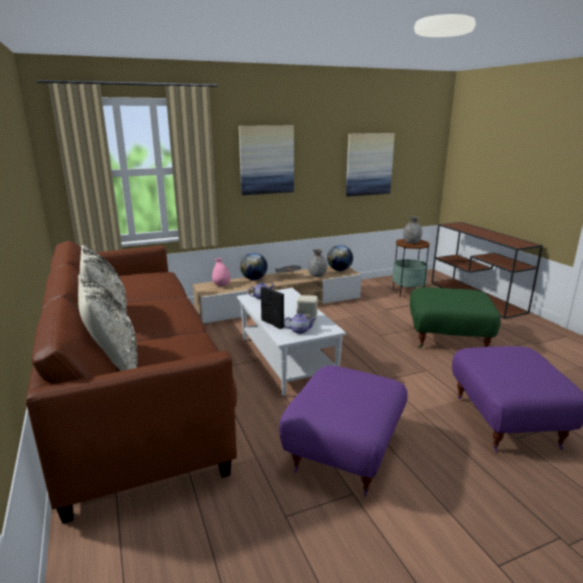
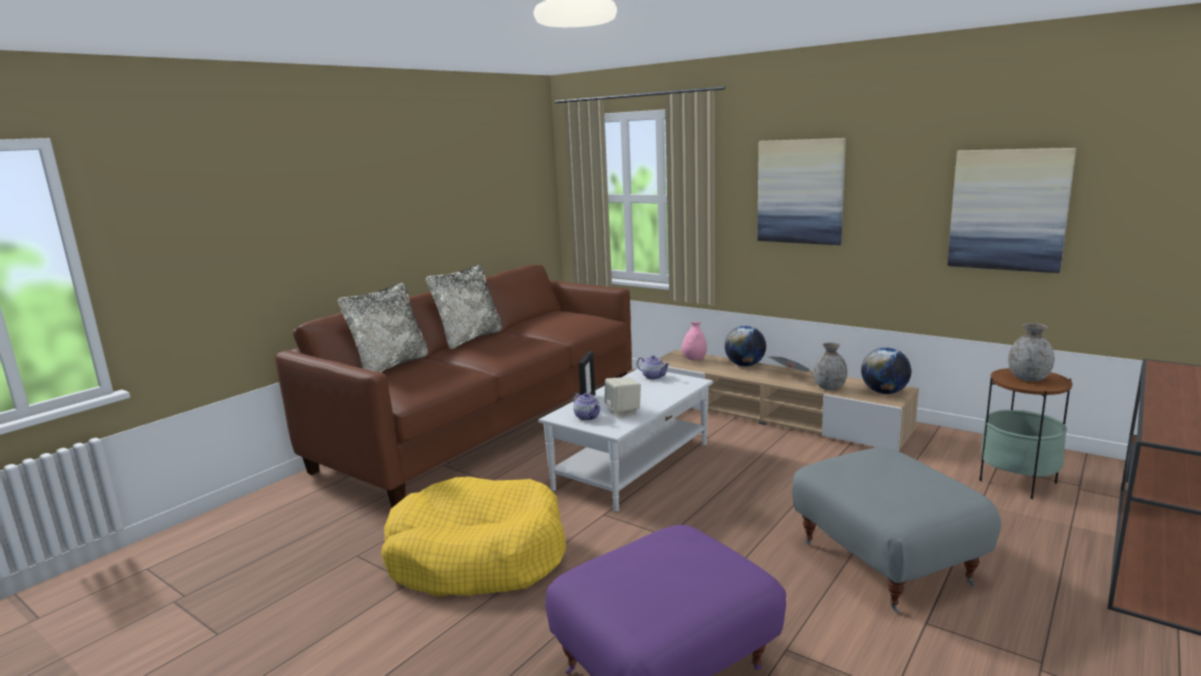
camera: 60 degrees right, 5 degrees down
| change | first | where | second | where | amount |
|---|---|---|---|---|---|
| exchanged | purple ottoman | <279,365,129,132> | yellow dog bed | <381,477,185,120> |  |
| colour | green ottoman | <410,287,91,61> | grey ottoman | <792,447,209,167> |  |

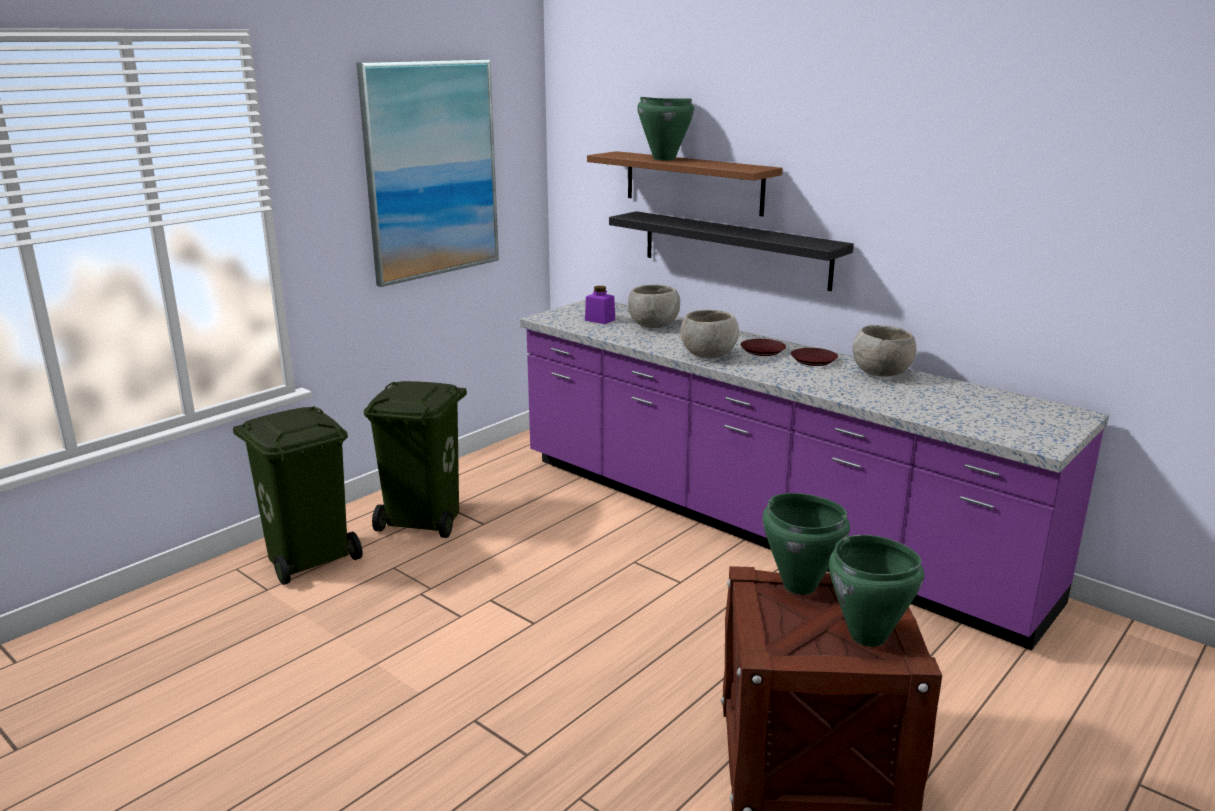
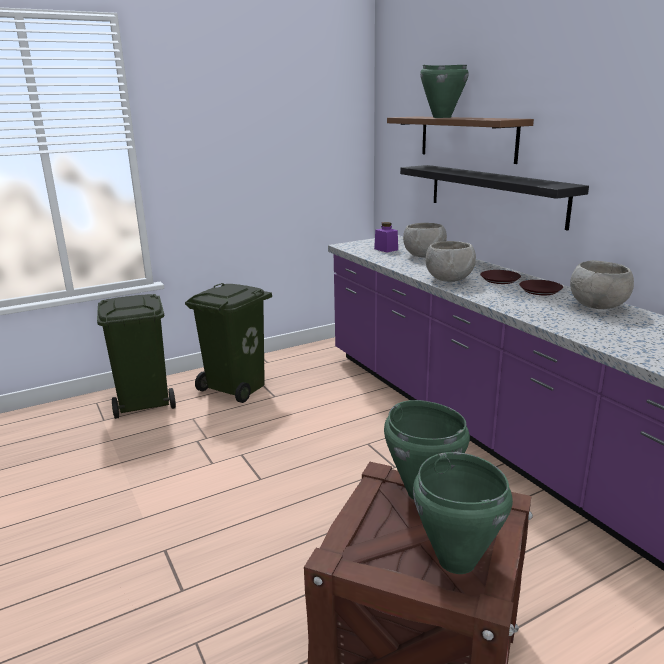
camera: 20 degrees right, 0 degrees up
| change | first | where | second | where | amount |
|---|---|---|---|---|---|
| missing | picture | <356,59,143,228> |  |  |  |

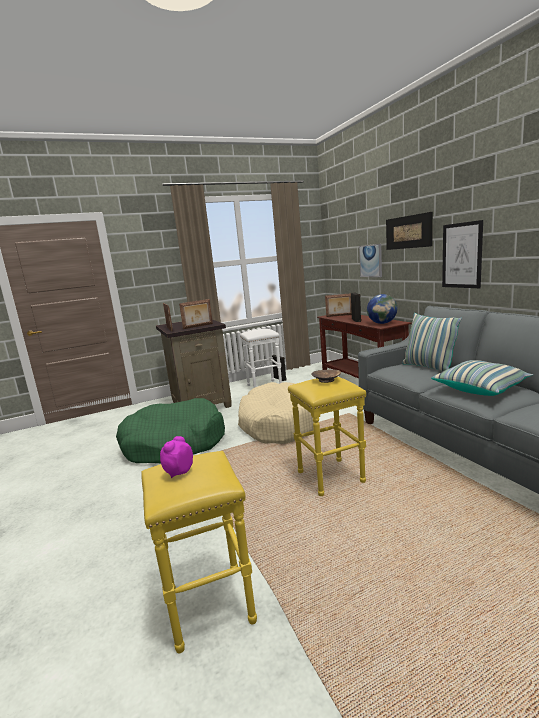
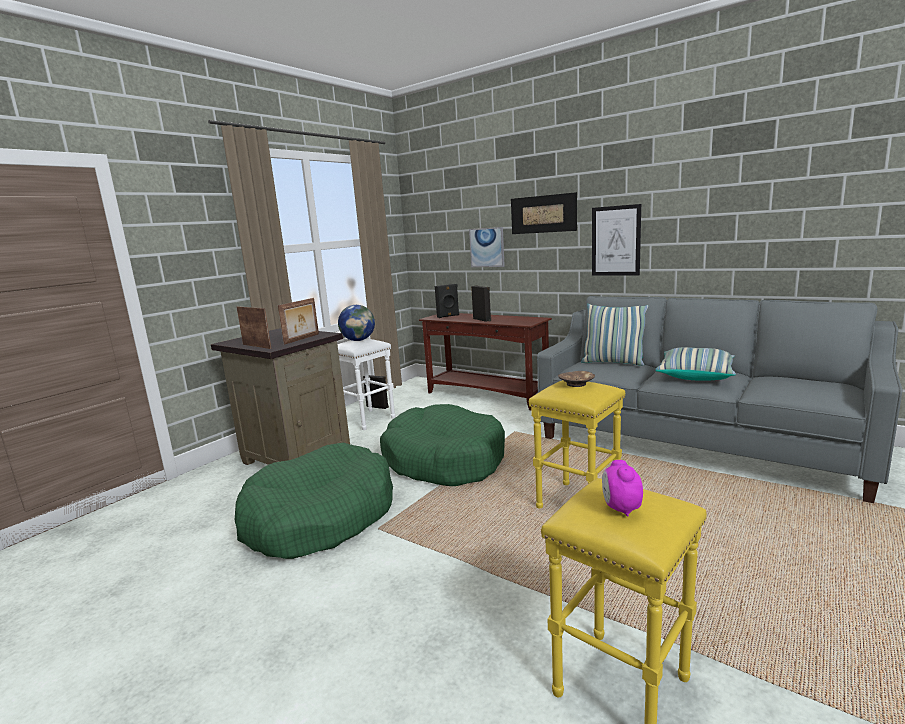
camera: 30 degrees left, 0 degrees up
| change | first | where | second | where | amount |
|---|---|---|---|---|---|
| relocated | globe | <367,294,30,30> |  | <338,305,37,36> |  |
| colour | beige dog bed | <238,382,76,62> | green dog bed | <380,404,125,82> |  |
| exchanged | picture frame | <325,293,27,24> | black speaker | <435,284,24,34> |  |

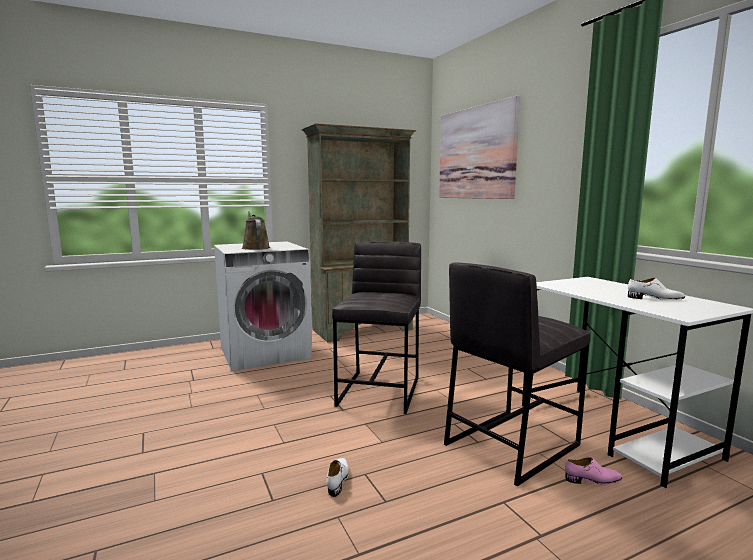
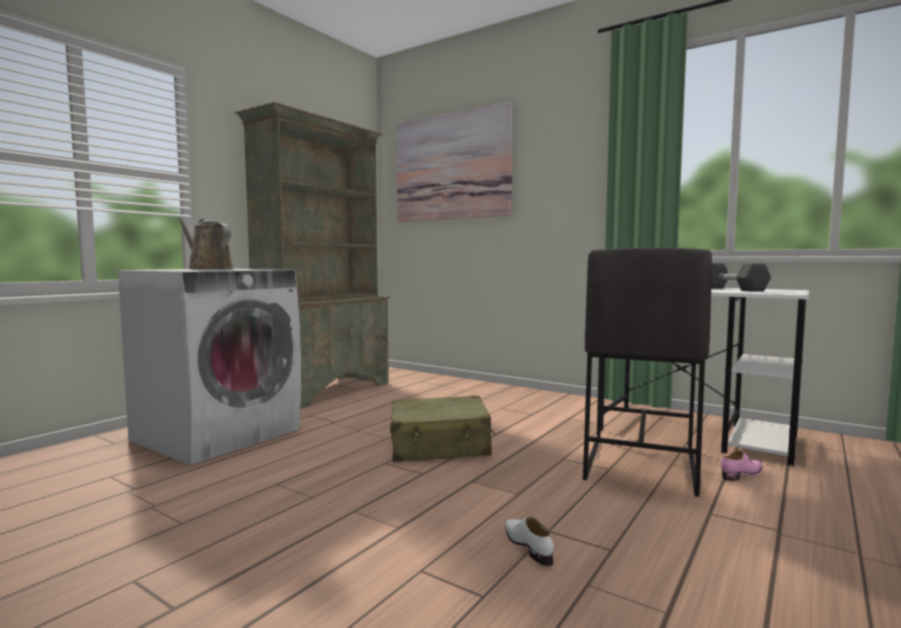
camera: 30 degrees left, 5 degrees down
| change | first | where | second | where | amount |
|---|---|---|---|---|---|
| exchanged | grey stool | <332,241,89,173> | beige suitcase | <390,395,105,67> |  |
| exchanged | white shoe | <628,278,57,22> | grey dumbbell | <711,263,60,29> |  |

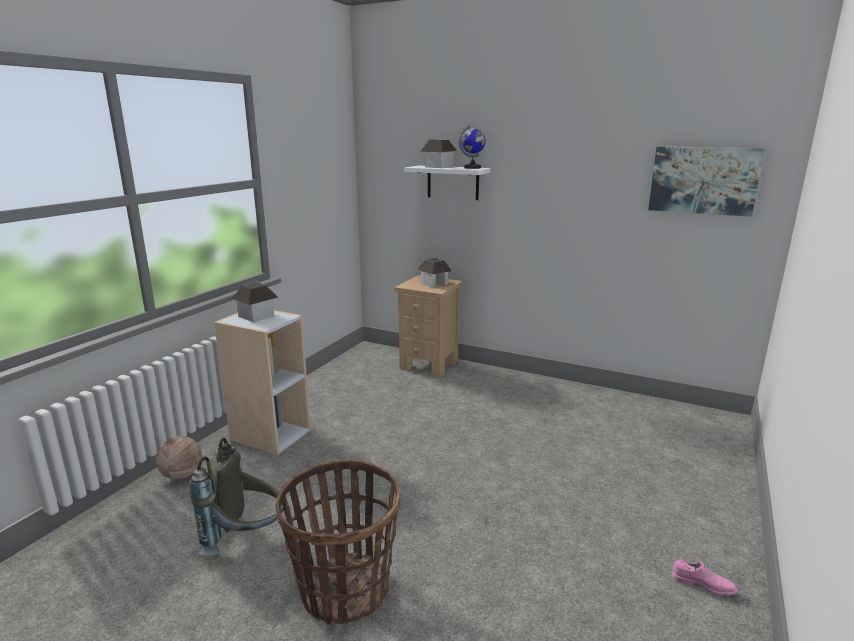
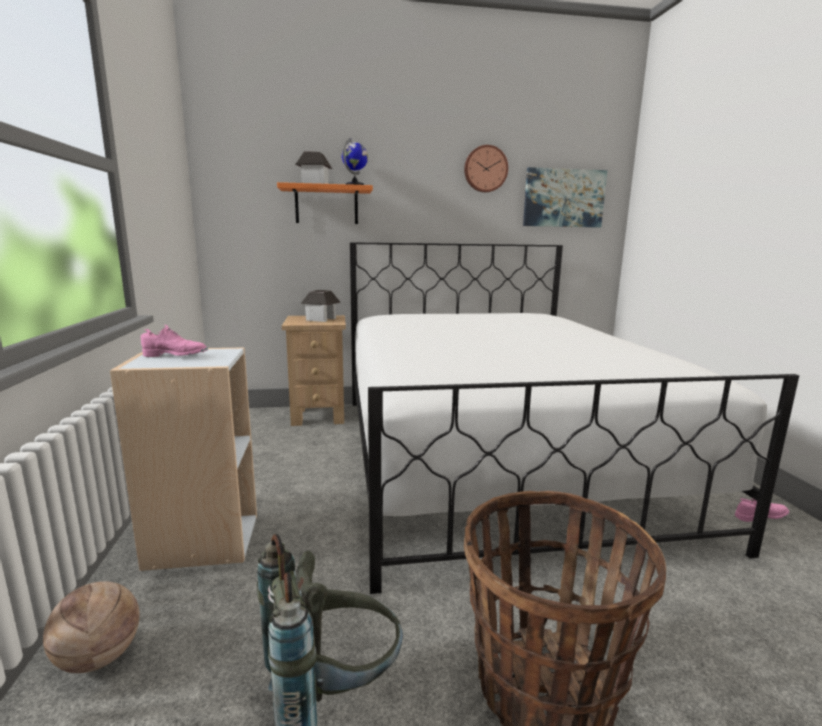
camera: 35 degrees left, 5 degrees down
| change | first | where | second | where | amount |
|---|---|---|---|---|---|
| exchanged | toy house | <232,281,46,41> | pink shoe | <141,325,67,32> |  |
| colour | white shelf | <404,166,87,34> | orange shelf | <277,182,96,42> |  |
| appeared |  |  | white bed | <350,242,449,352> |  |
| appeared |  |  | wall clock | <464,145,44,47> |  |

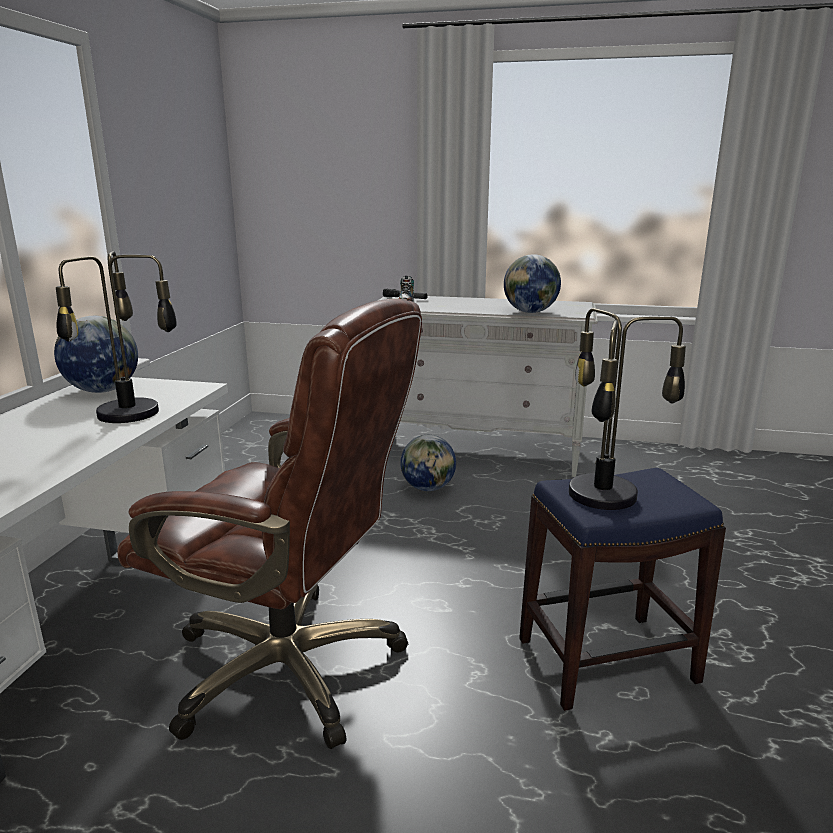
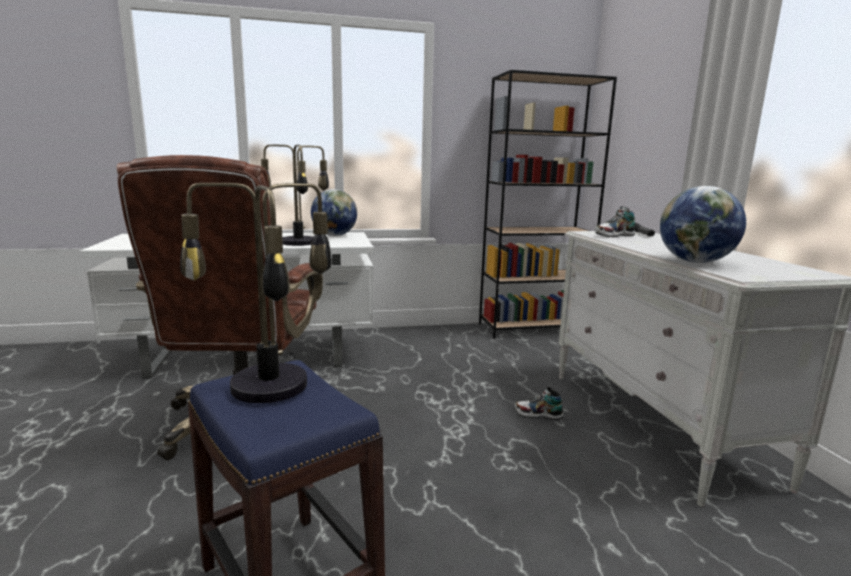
camera: 65 degrees right, 5 degrees down
| change | first | where | second | where | amount |
|---|---|---|---|---|---|
| appeared |  |  | beige bookcase | <479,70,138,269> |  |
| exchanged | globe | <400,435,56,56> | shoe | <515,387,49,33> |  |

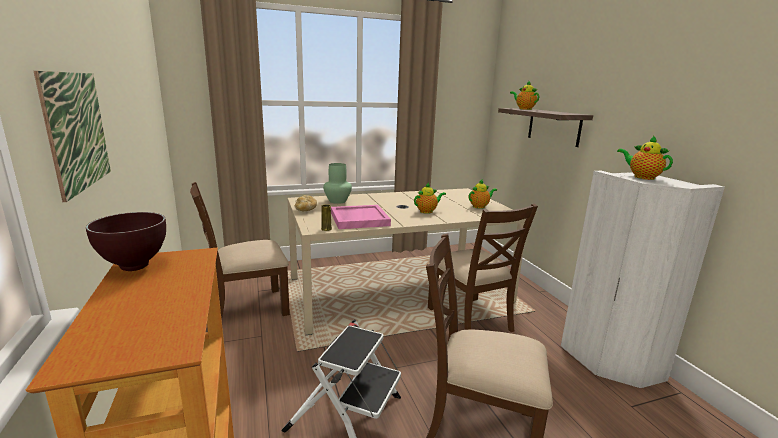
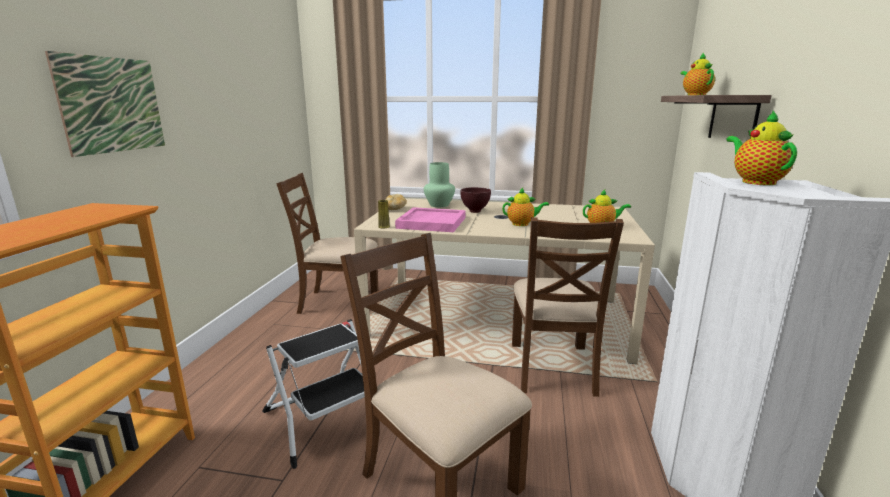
camera: 30 degrees right, 0 degrees up
| change | first | where | second | where | amount |
|---|---|---|---|---|---|
| relocated | brown bowl | <86,212,80,59> |  | <460,187,31,26> |  |

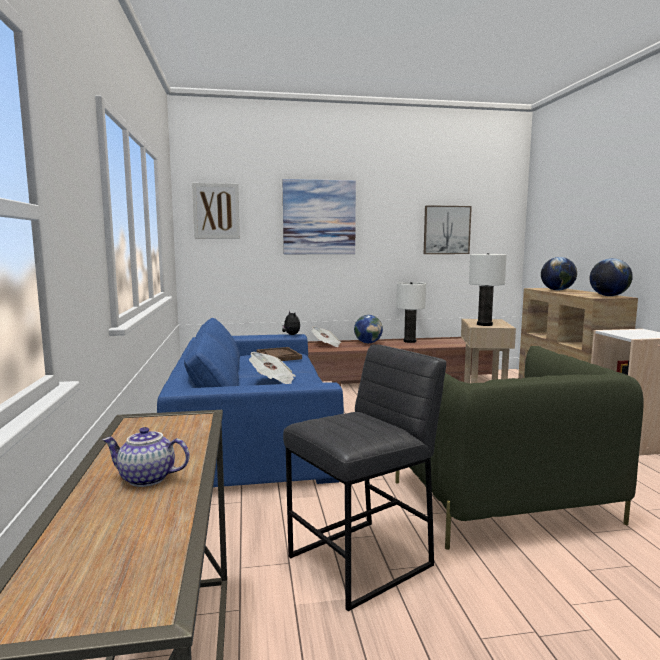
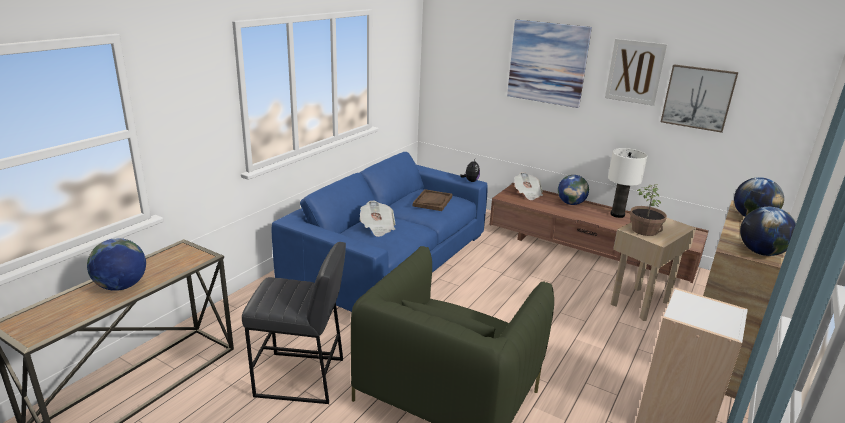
camera: 40 degrees right, 15 degrees up
| change | first | where | second | where | amount |
|---|---|---|---|---|---|
| exchanged | teapot | <103,427,86,60> | globe | <87,238,59,53> |  |
| relocated | picture | <192,183,48,56> |  | <605,39,63,67> |  |
| exchanged | white table lamp | <469,253,38,73> | potted plant | <630,184,37,52> |  |

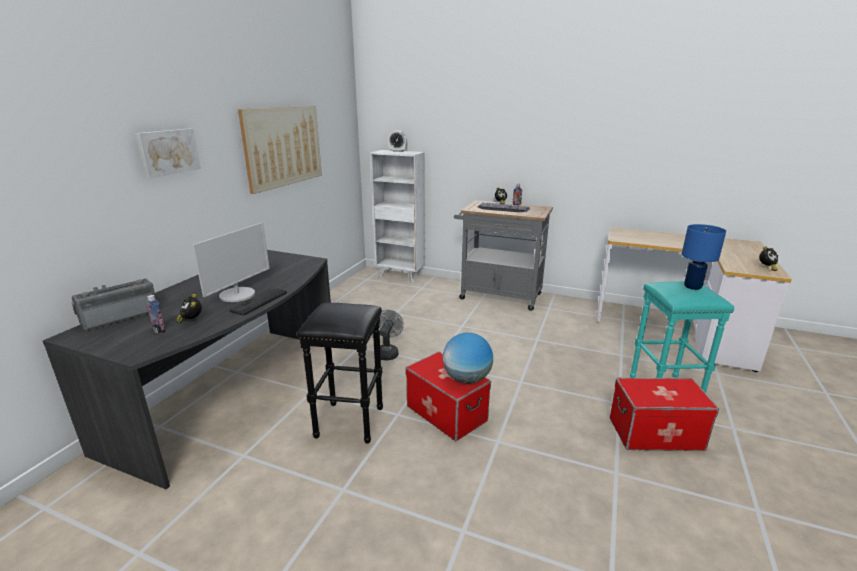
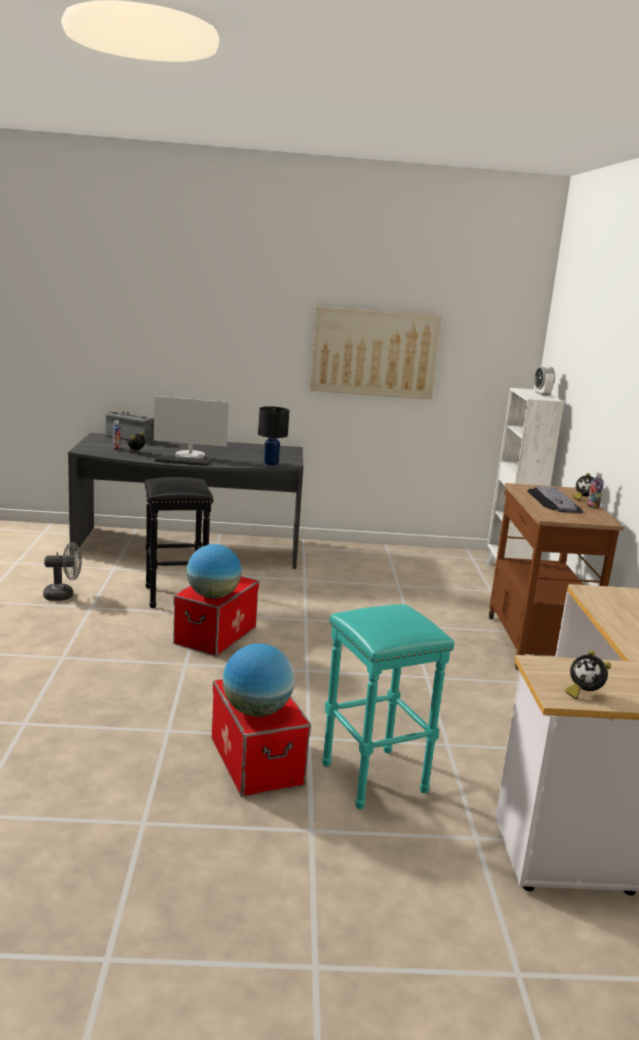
camera: 65 degrees right, 5 degrees down
| change | first | where | second | where | amount |
|---|---|---|---|---|---|
| relocated | grey fan | <379,310,25,50> |  | <43,542,39,59> |  |
| appeared |  |  | globe | <223,643,72,74> |  |
| appeared |  |  | black table lamp | <258,406,31,59> |  |
| colour | grey cart | <454,200,99,111> | brown cart | <489,483,135,187> |  |
| missing | picture | <135,129,66,49> |  |  |  |
| missing | blue table lamp | <682,224,44,66> |  |  |  |

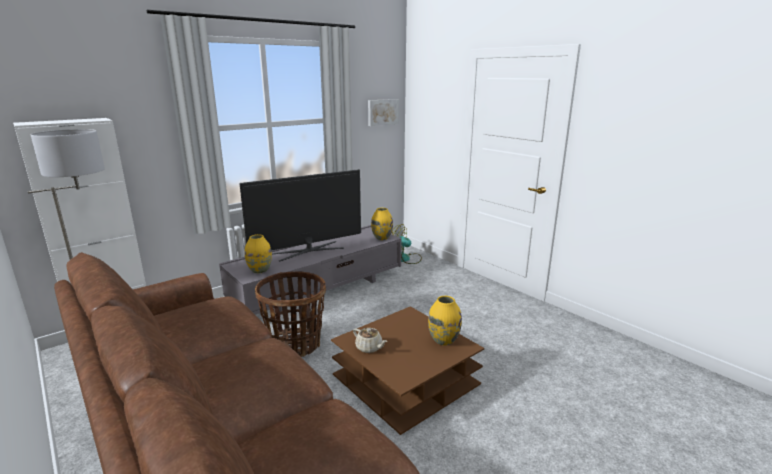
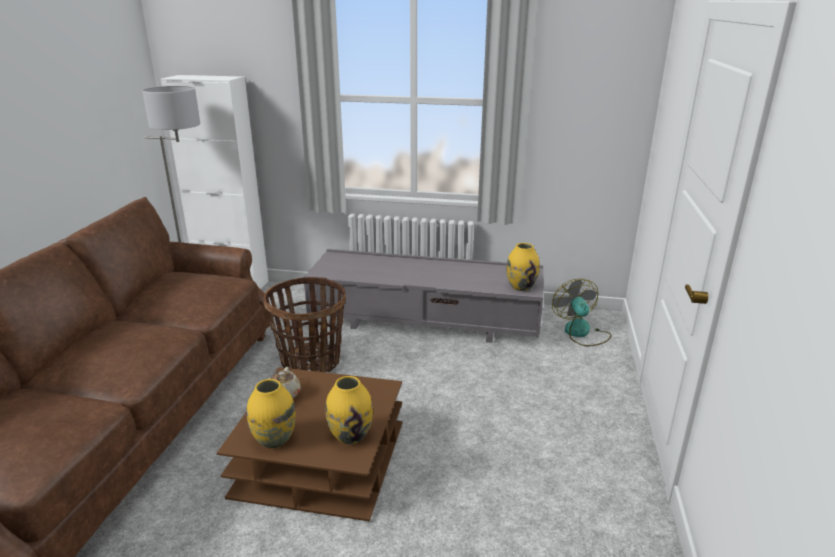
camera: 50 degrees right, 5 degrees up
| change | first | where | second | where | amount |
|---|---|---|---|---|---|
| relocated | yellow vase | <245,234,27,39> |  | <247,379,49,69> |  |
| missing | television | <239,169,122,92> |  |  |  |
| missing | picture | <368,99,31,27> |  |  |  |

